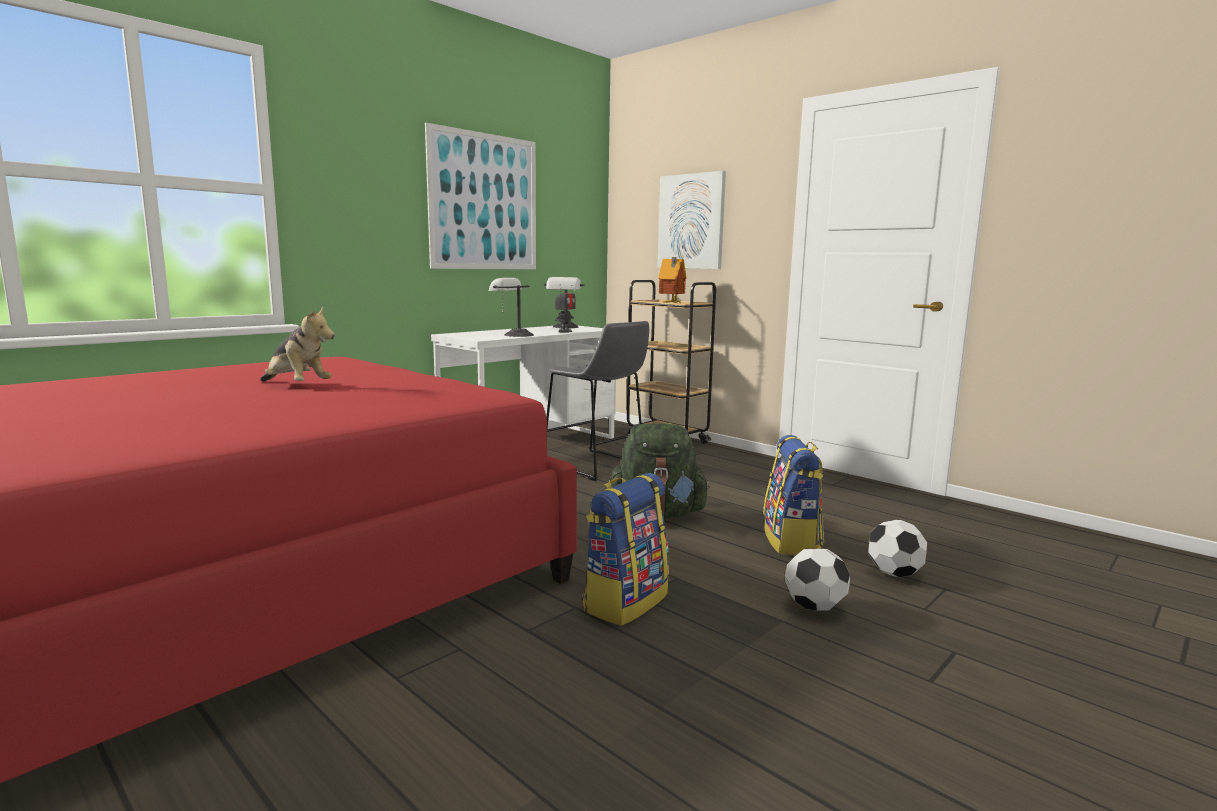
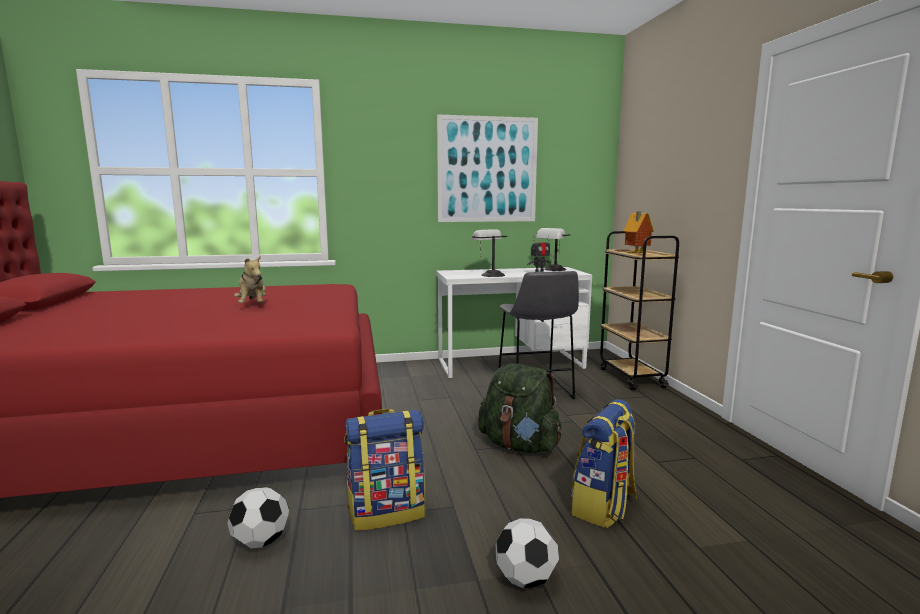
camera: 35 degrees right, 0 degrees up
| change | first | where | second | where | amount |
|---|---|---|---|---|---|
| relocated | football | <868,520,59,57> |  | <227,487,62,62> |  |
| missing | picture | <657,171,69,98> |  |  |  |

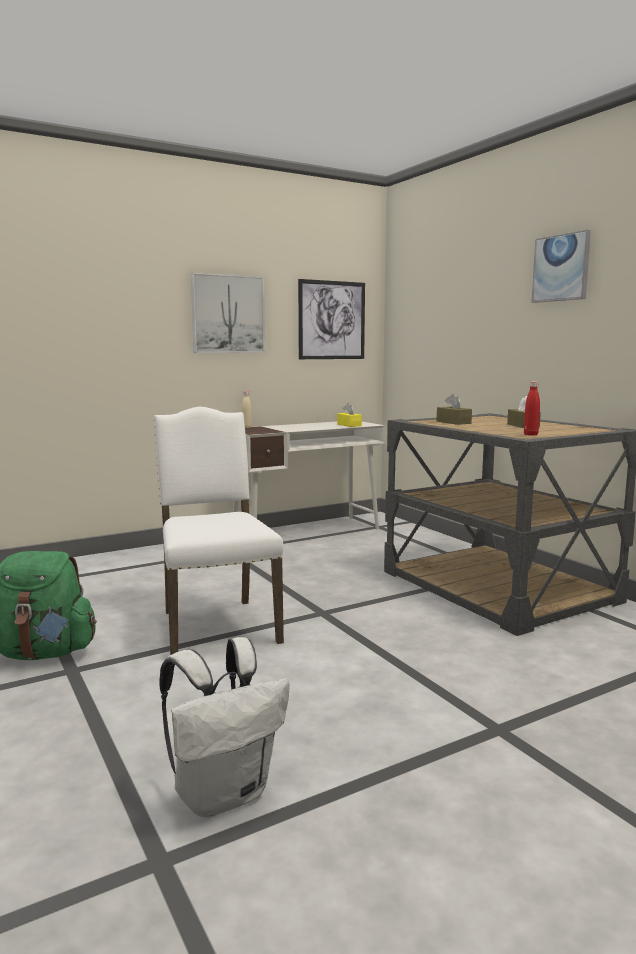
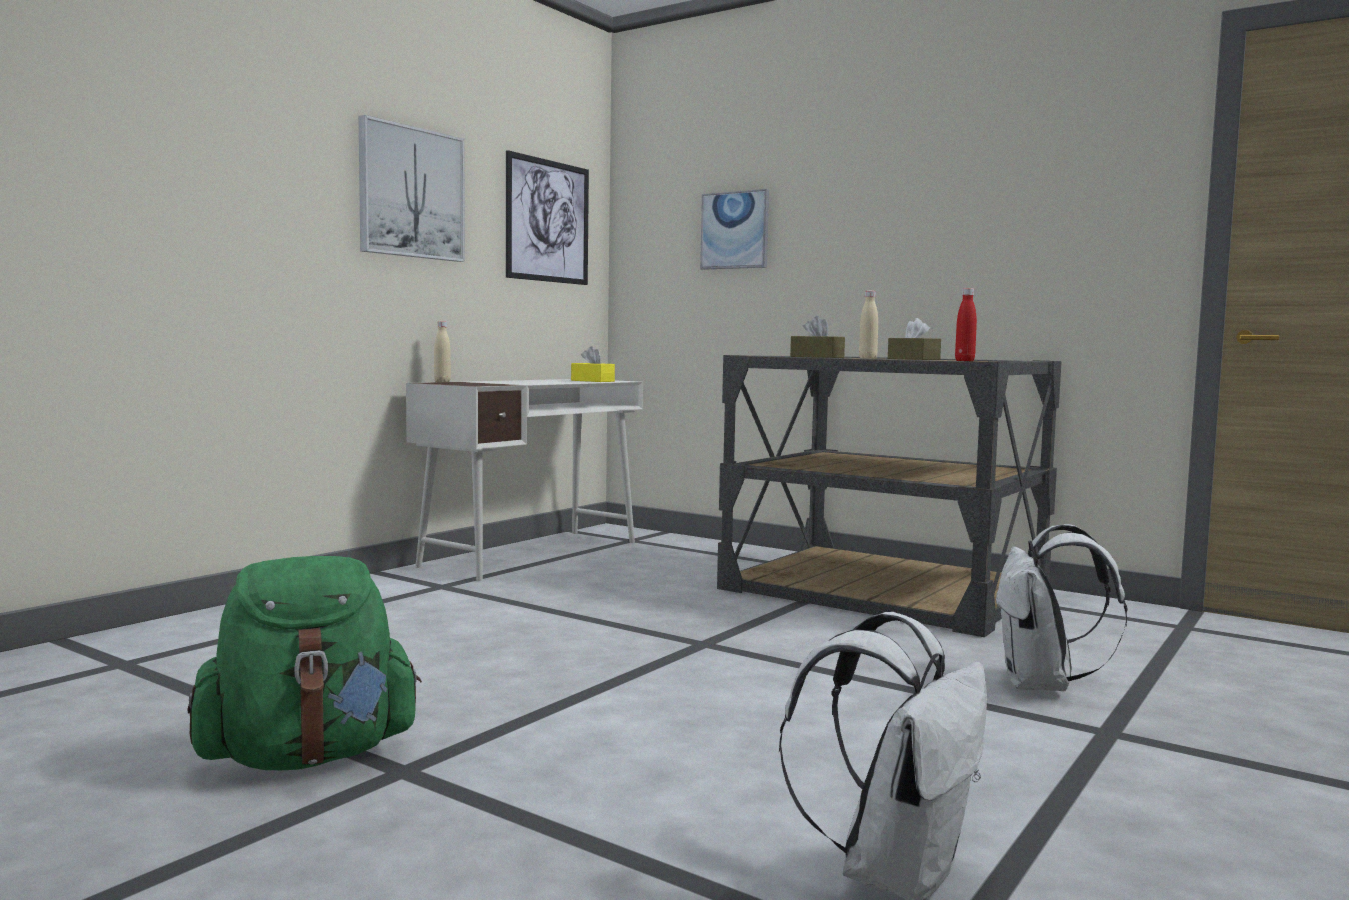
camera: 25 degrees left, 5 degrees down
| change | first | where | second | where | amount |
|---|---|---|---|---|---|
| relocated | picture | <532,230,59,73> |  | <700,189,69,81> |  |
| appeared |  |  | beige bottle | <859,291,19,68> |  |
| appeared |  |  | white backpack | <995,524,133,167> |  |
| missing | white chair | <154,407,130,248> |  |  |  |

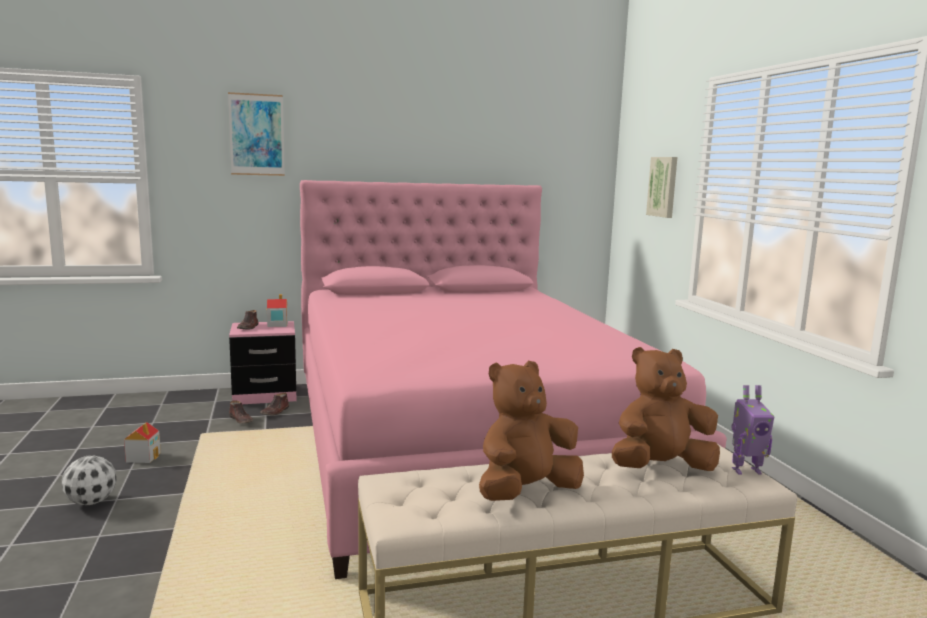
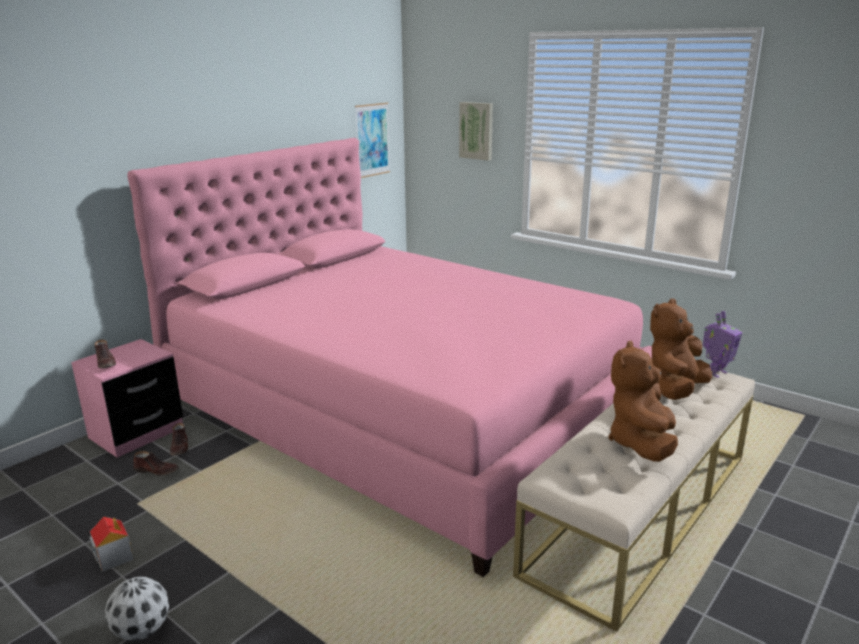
camera: 35 degrees left, 10 degrees up
| change | first | where | second | where | amount |
|---|---|---|---|---|---|
| relocated | picture | <228,92,57,84> |  | <355,103,35,75> |  |
| missing | toy house | <266,294,22,33> |  |  |  |

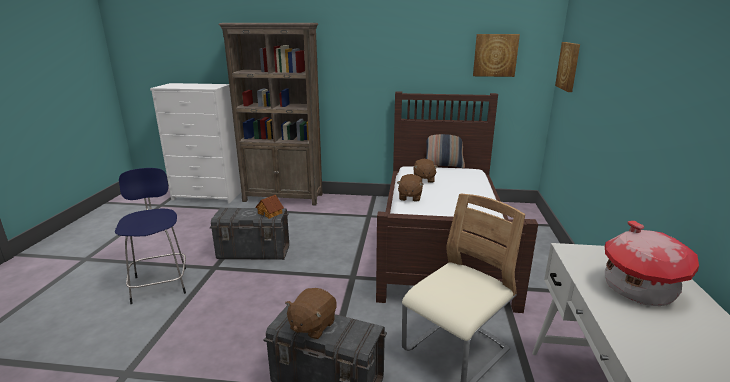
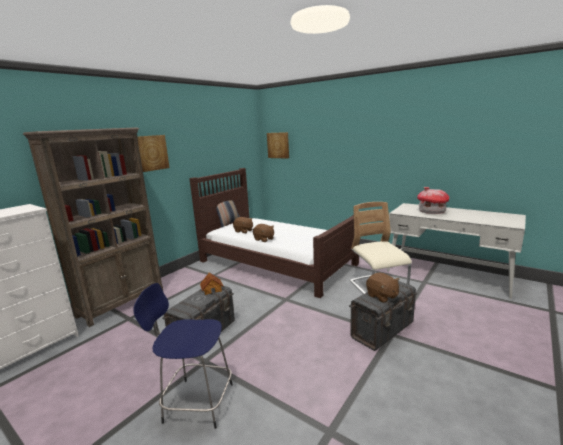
camera: 60 degrees left, 5 degrees down
| change | first | where | second | where | amount |
|---|---|---|---|---|---|
| relocated | picture | <473,34,47,43> |  | <138,135,32,37> |  |

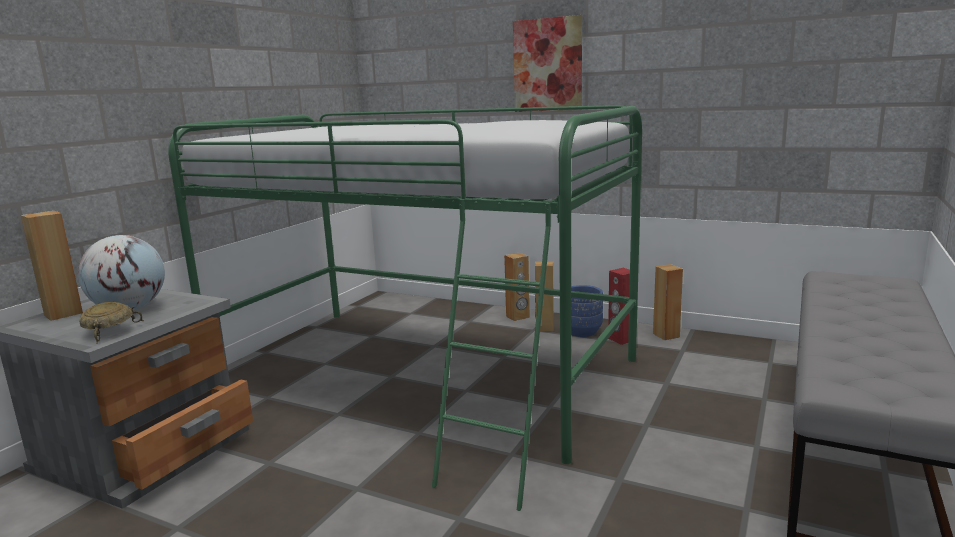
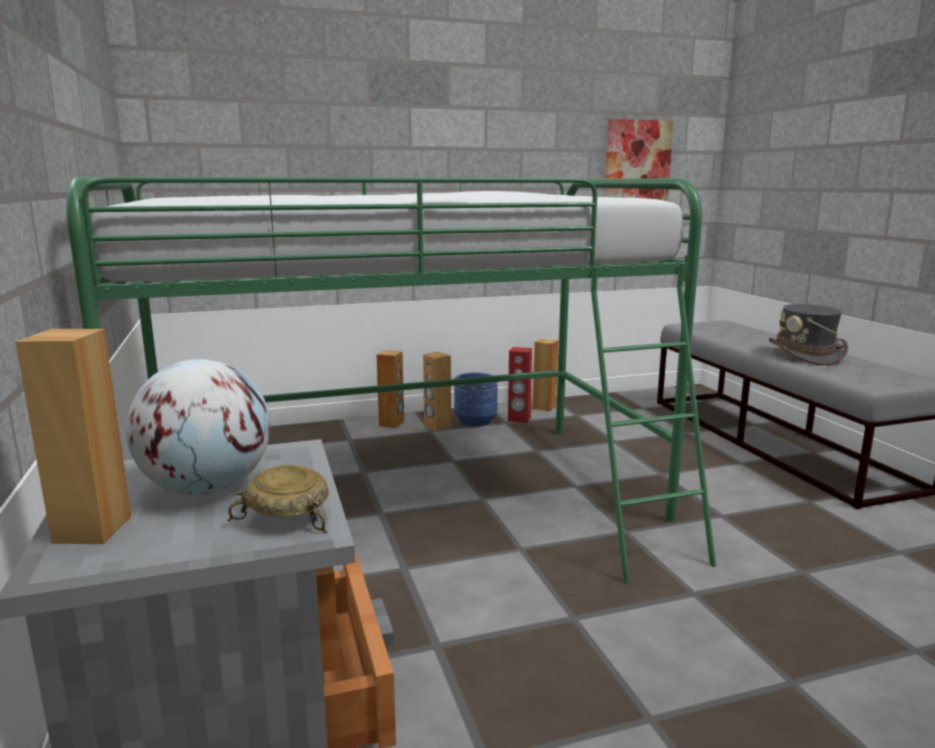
camera: 45 degrees left, 0 degrees up
| change | first | where | second | where | amount |
|---|---|---|---|---|---|
| relocated | picture | <513,15,69,97> |  | <604,119,70,82> |  |
| appeared |  |  | grey hat | <769,304,79,61> |  |

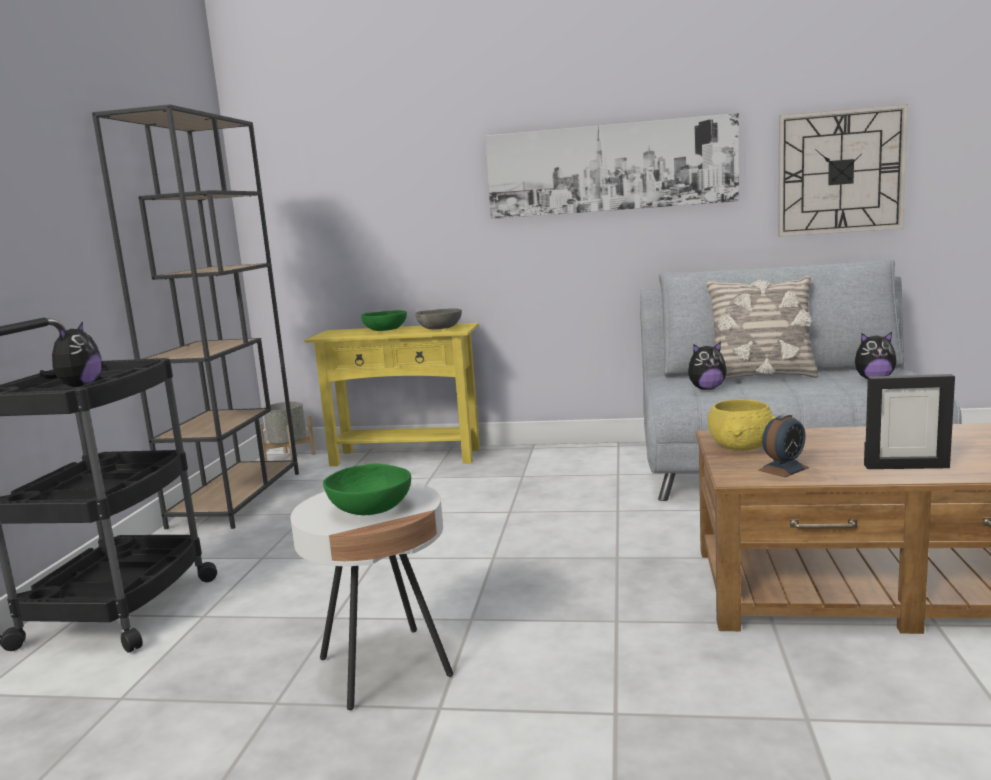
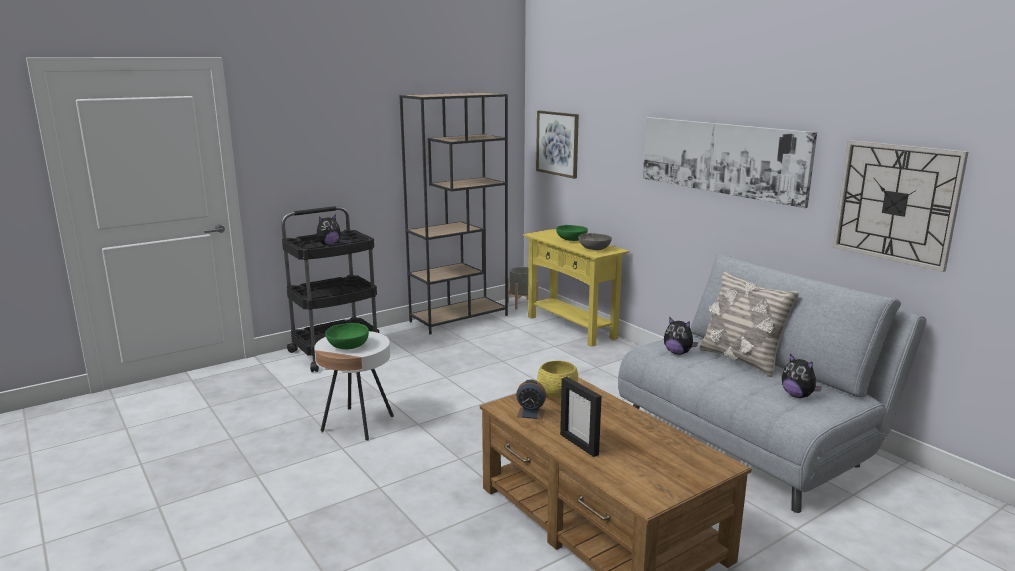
camera: 45 degrees right, 5 degrees up
| change | first | where | second | where | amount |
|---|---|---|---|---|---|
| appeared |  |  | picture | <536,111,43,68> |  |

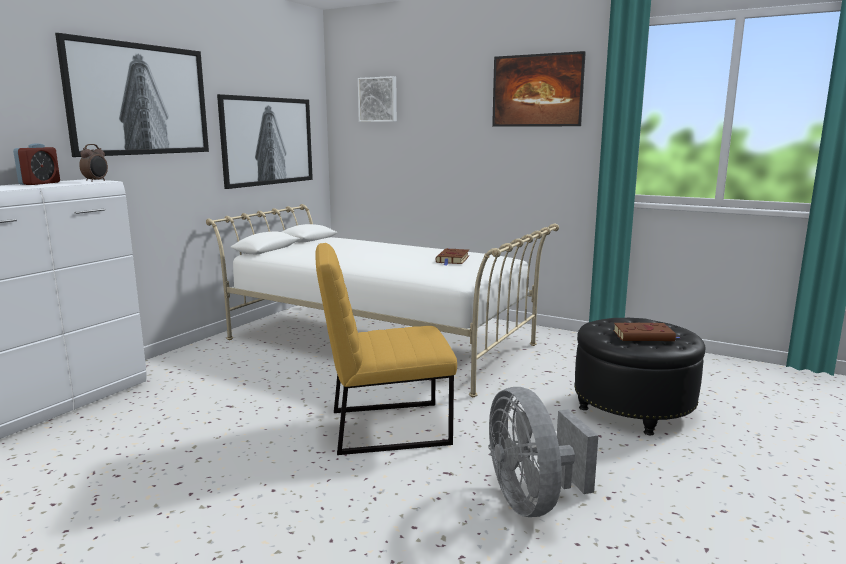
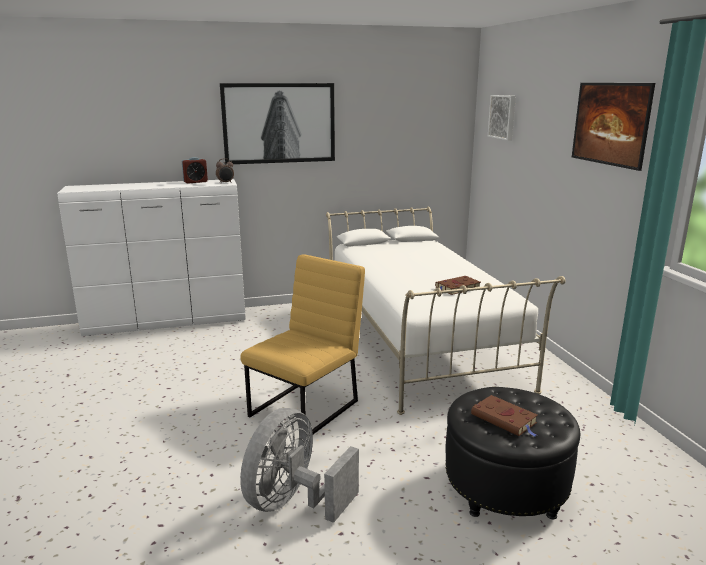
camera: 45 degrees right, 5 degrees up
| change | first | where | second | where | amount |
|---|---|---|---|---|---|
| spun | yellow chair | <315,243,142,212> |  | <240,254,125,180> | 90 degrees clockwise |
| missing | picture | <217,94,96,95> |  |  |  |

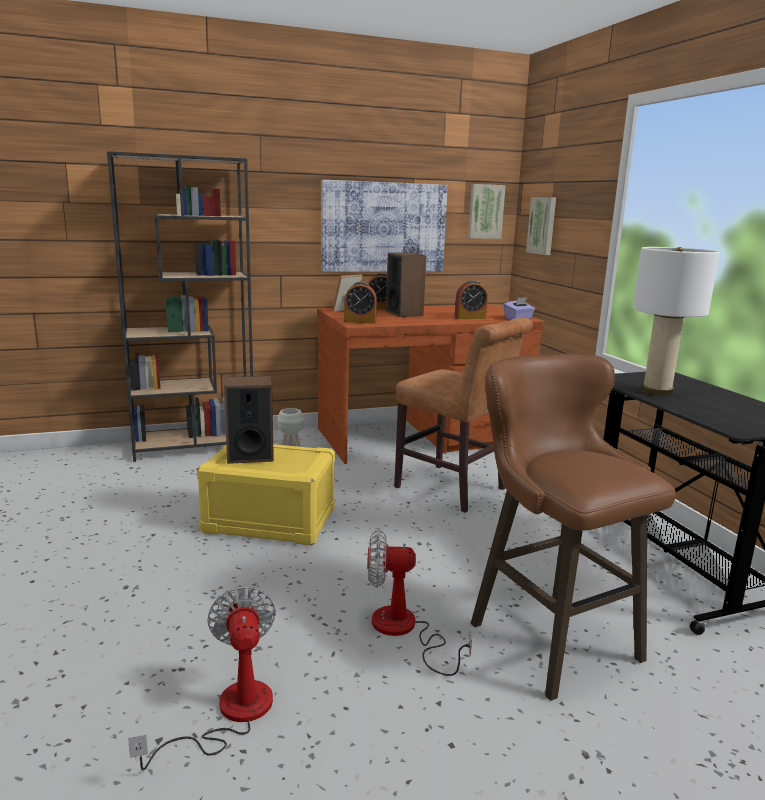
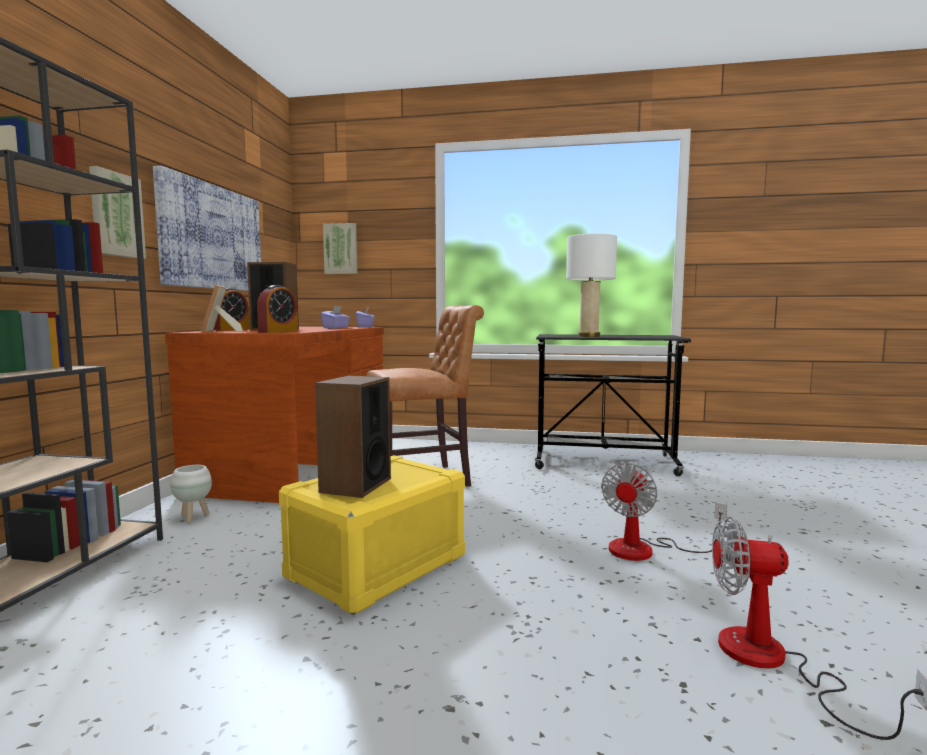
camera: 60 degrees left, 10 degrees down
| change | first | where | second | where | amount |
|---|---|---|---|---|---|
| relocated | picture | <468,184,38,55> |  | <89,166,57,93> |  |
| exchanged | alarm clock | <455,280,33,39> | purple tissue box | <320,306,30,22> |  |
| missing | brown stool | <471,353,205,348> |  |  |  |

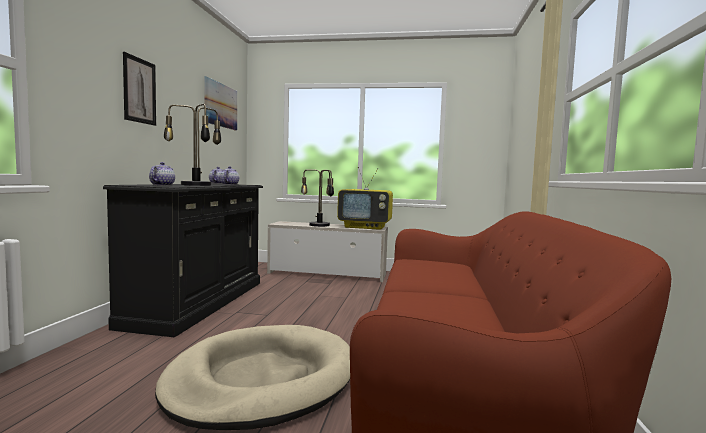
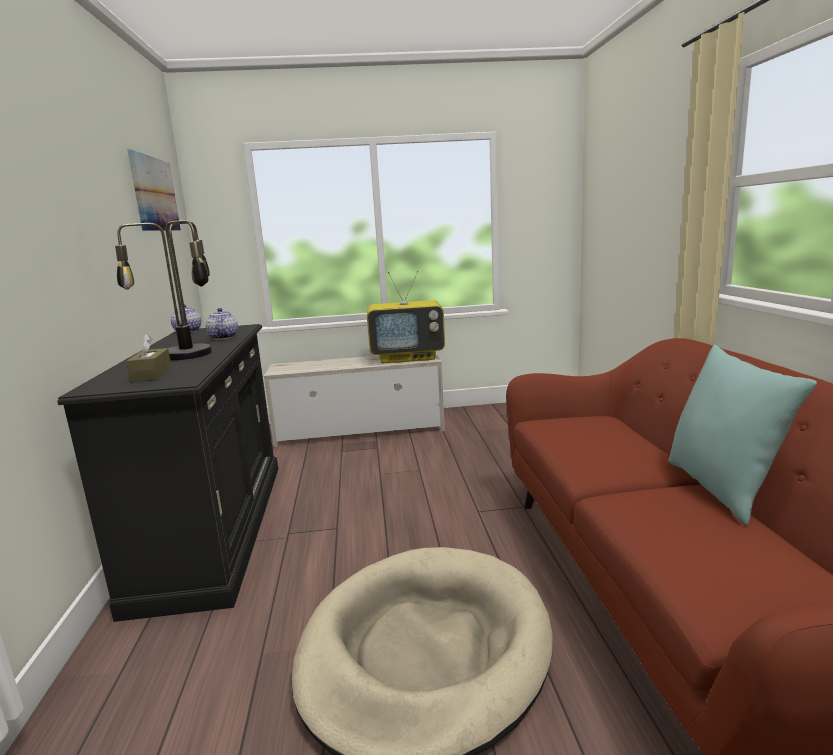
camera: 15 degrees left, 10 degrees up
| change | first | where | second | where | amount |
|---|---|---|---|---|---|
| exchanged | teapot | <149,162,26,24> | brown tissue box | <126,334,46,48> |  |
| appeared |  |  | turquoise pillow | <668,344,149,182> |  |
| missing | picture | <123,52,33,74> |  |  |  |
| missing | table lamp | <301,169,33,58> |  |  |  |

